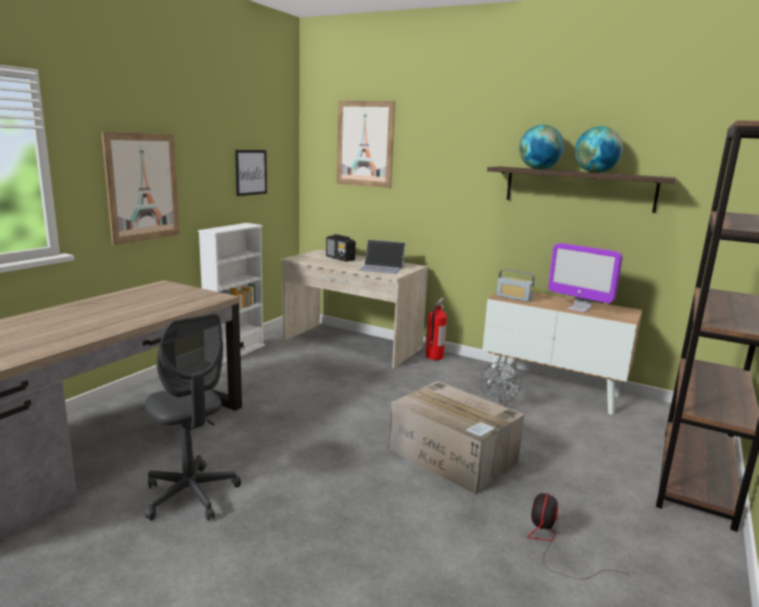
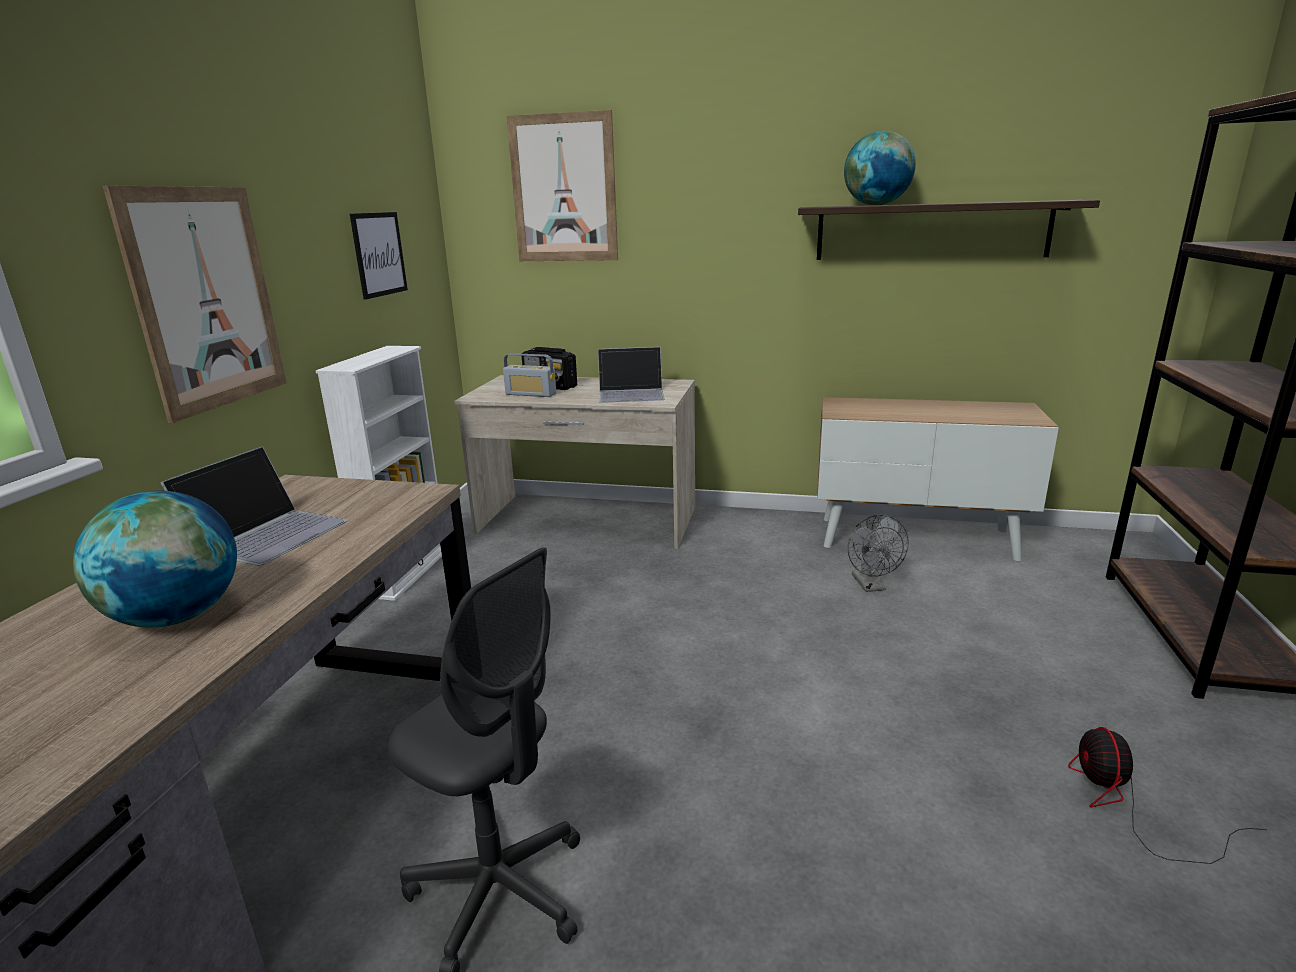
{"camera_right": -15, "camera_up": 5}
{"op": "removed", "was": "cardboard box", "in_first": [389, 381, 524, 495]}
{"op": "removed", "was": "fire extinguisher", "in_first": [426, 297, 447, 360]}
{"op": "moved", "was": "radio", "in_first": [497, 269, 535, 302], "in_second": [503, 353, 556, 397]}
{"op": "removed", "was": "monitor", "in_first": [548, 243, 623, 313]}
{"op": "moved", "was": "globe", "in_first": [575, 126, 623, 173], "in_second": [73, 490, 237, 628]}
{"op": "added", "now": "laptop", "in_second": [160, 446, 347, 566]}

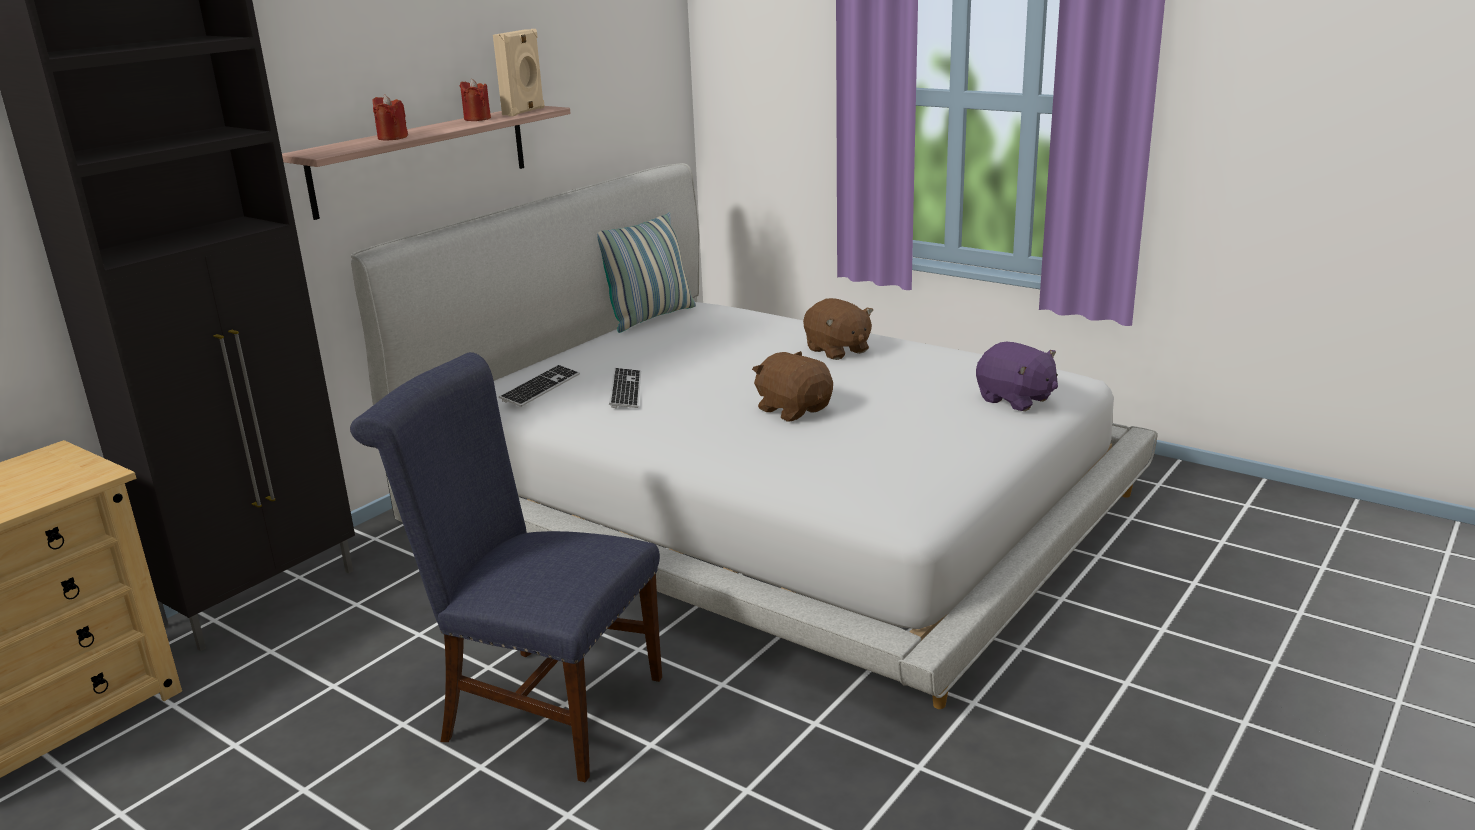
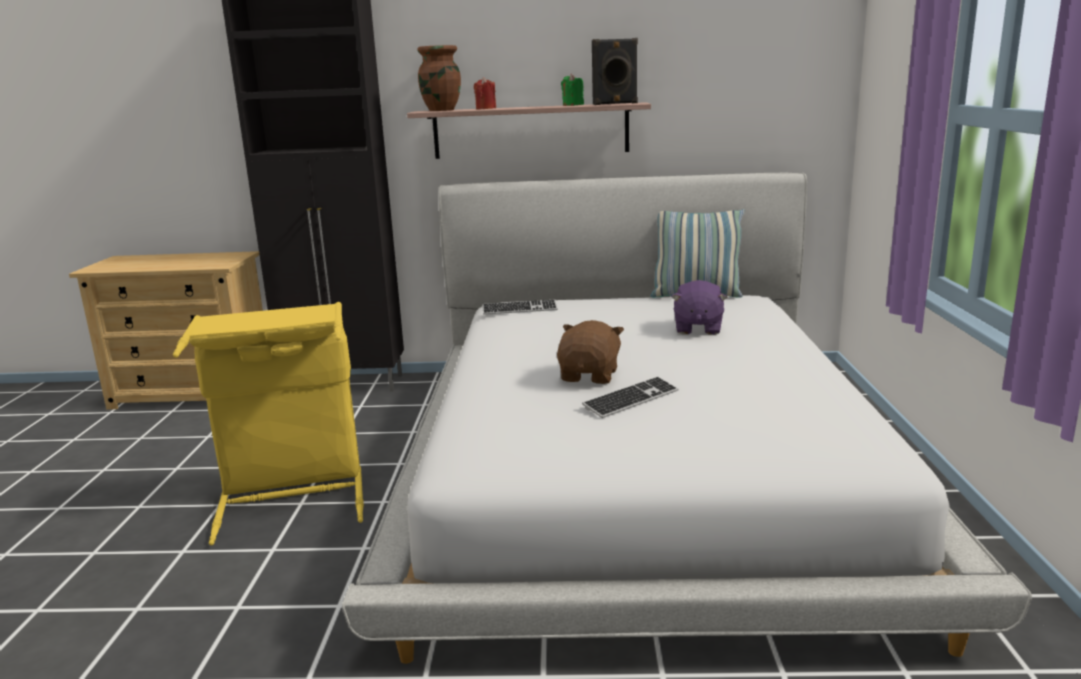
{"camera_right": 55, "camera_up": -5}
{"op": "replaced", "was": "chair in blue", "now": "laundry basket in yellow", "in_first": [350, 352, 662, 782], "in_second": [173, 302, 364, 545]}
{"op": "recoloured", "was": "candle in red", "now": "candle in green", "in_first": [460, 79, 491, 121], "in_second": [561, 74, 584, 106]}
{"op": "recoloured", "was": "speaker in beige", "now": "speaker in black", "in_first": [493, 29, 545, 116], "in_second": [592, 38, 638, 105]}
{"op": "moved", "was": "keyboard", "in_first": [609, 368, 641, 408], "in_second": [582, 376, 678, 418]}
{"op": "removed", "was": "plush toy in brown", "in_first": [803, 298, 873, 360]}
{"op": "moved", "was": "plush toy in purple", "in_first": [976, 342, 1058, 411], "in_second": [671, 280, 728, 335]}
{"op": "added", "now": "vase in brown", "in_second": [417, 45, 461, 111]}

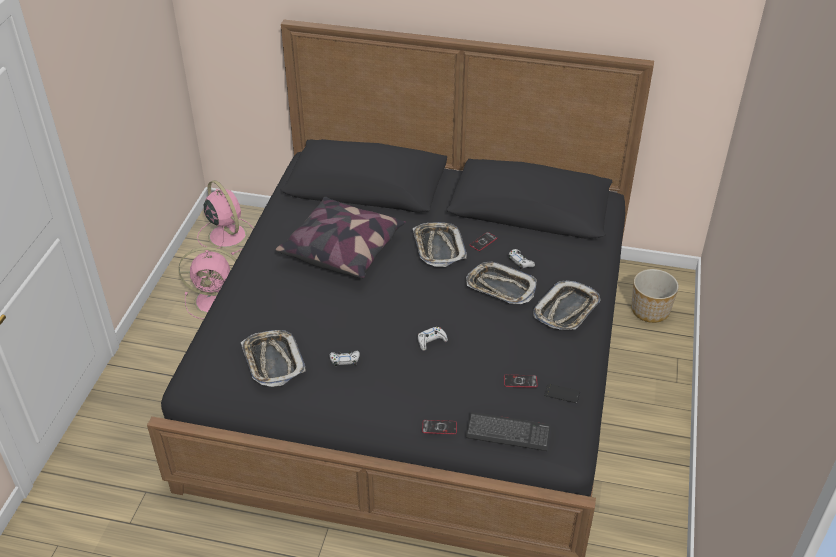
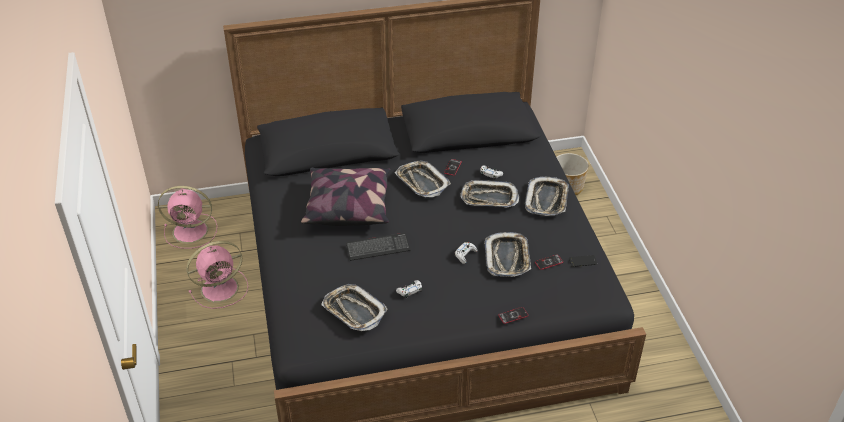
{"camera_right": -25, "camera_up": 0}
{"op": "turned", "was": "fan in pink", "in_first": [197, 180, 254, 255], "in_second": [158, 186, 217, 249], "clockwise": 150}
{"op": "moved", "was": "keyboard", "in_first": [466, 412, 551, 451], "in_second": [346, 233, 410, 261]}
{"op": "added", "now": "tray", "in_second": [485, 232, 531, 277]}

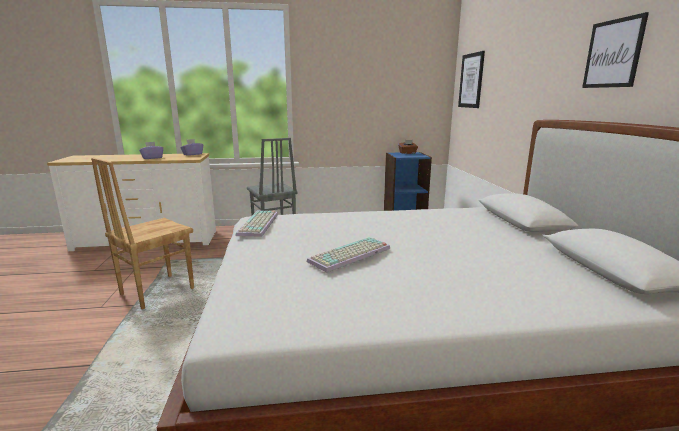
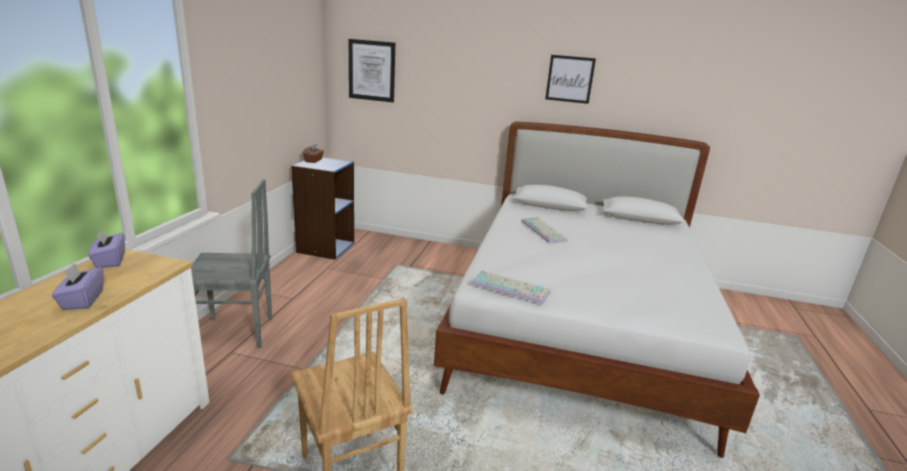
{"camera_right": -70, "camera_up": 5}
{"op": "moved", "was": "keyboard", "in_first": [307, 237, 390, 272], "in_second": [521, 217, 567, 243]}

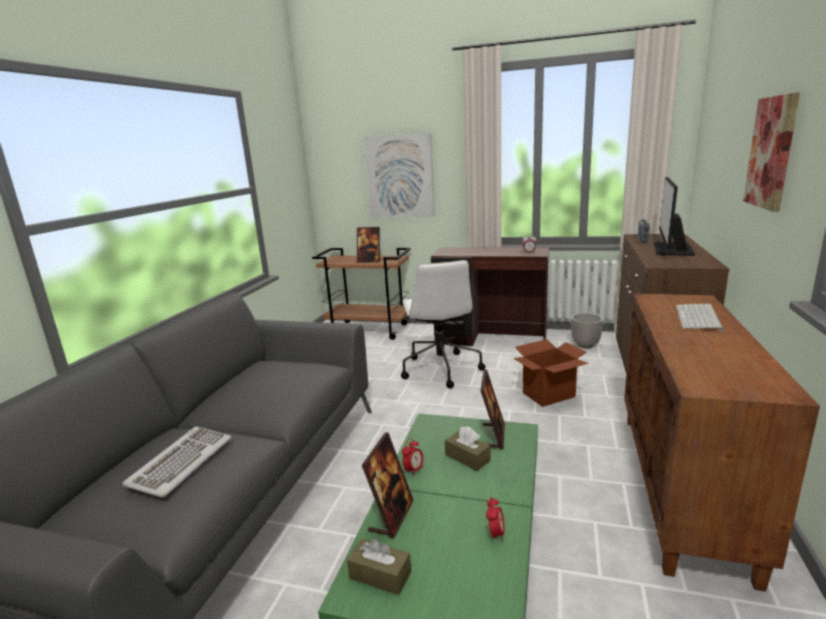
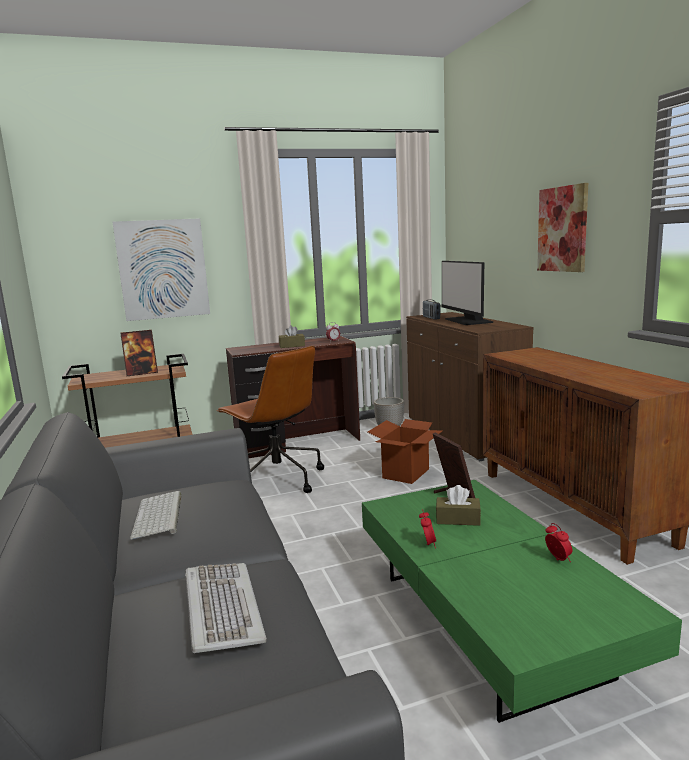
{"camera_right": -35, "camera_up": -5}
{"op": "moved", "was": "tissue box in brown", "in_first": [347, 538, 411, 595], "in_second": [279, 325, 305, 348]}
{"op": "removed", "was": "picture frame", "in_first": [362, 432, 413, 539]}
{"op": "recoloured", "was": "office chair in white", "now": "office chair in brown", "in_first": [401, 260, 486, 388], "in_second": [217, 346, 324, 493]}
{"op": "moved", "was": "keyboard", "in_first": [676, 304, 724, 332], "in_second": [130, 491, 182, 540]}

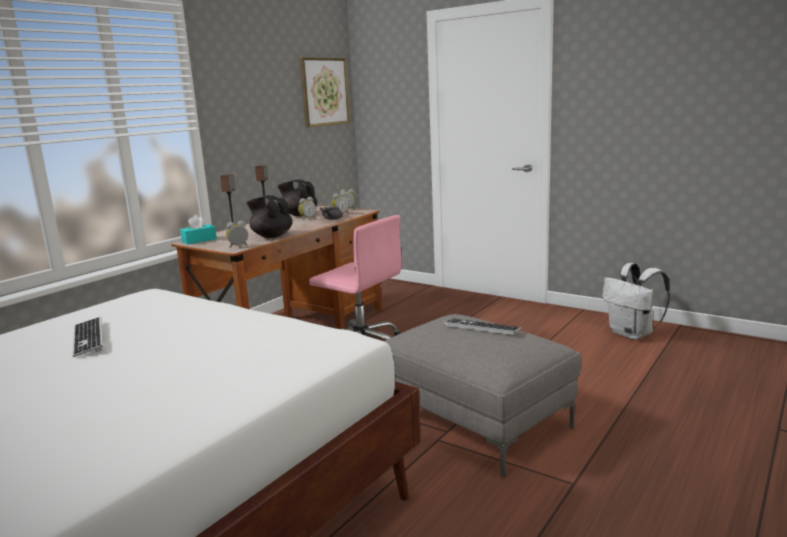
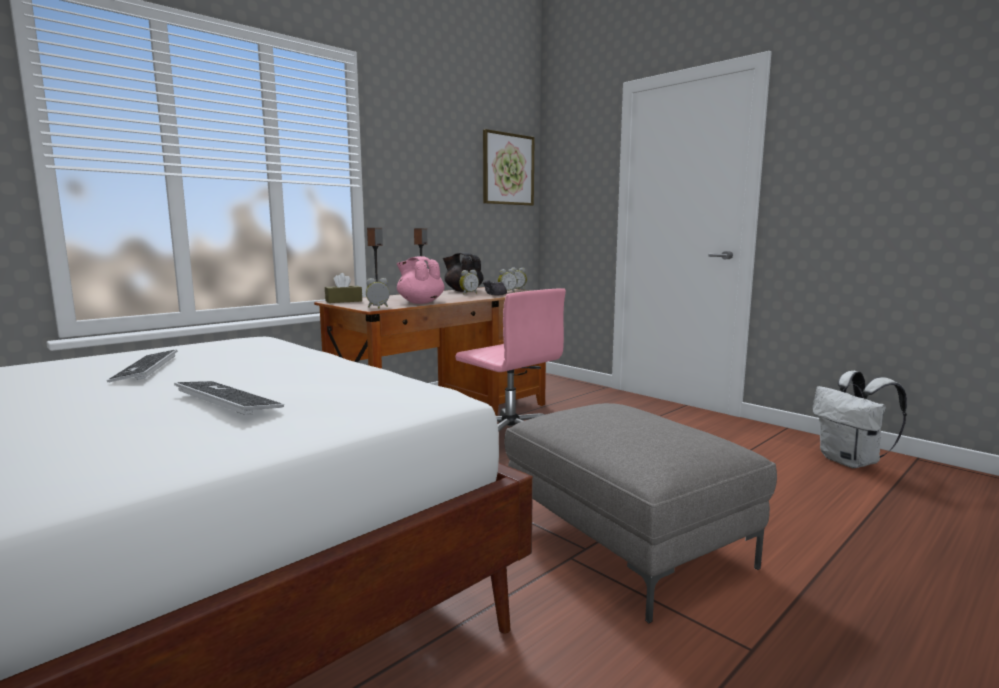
{"camera_right": 10, "camera_up": -5}
{"op": "recoloured", "was": "tissue box in turquoise", "now": "tissue box in brown", "in_first": [180, 215, 217, 244], "in_second": [325, 273, 362, 303]}
{"op": "recoloured", "was": "teapot in black", "now": "teapot in pink", "in_first": [246, 195, 293, 238], "in_second": [397, 256, 445, 304]}
{"op": "moved", "was": "keyboard", "in_first": [444, 318, 521, 335], "in_second": [174, 381, 284, 415]}

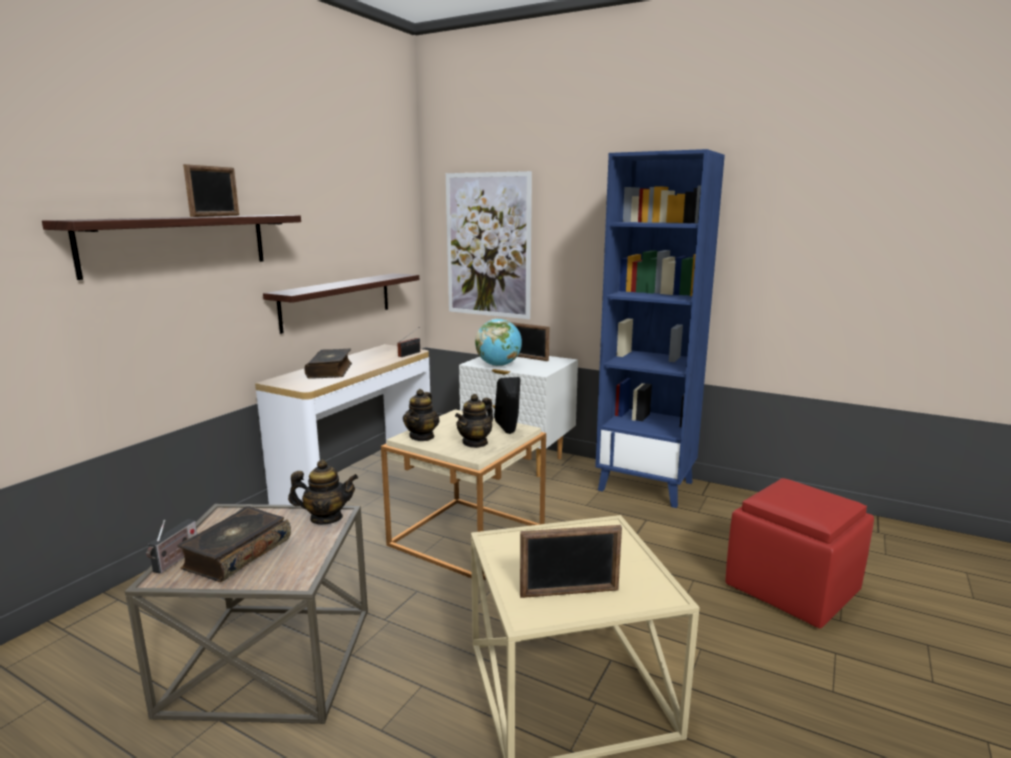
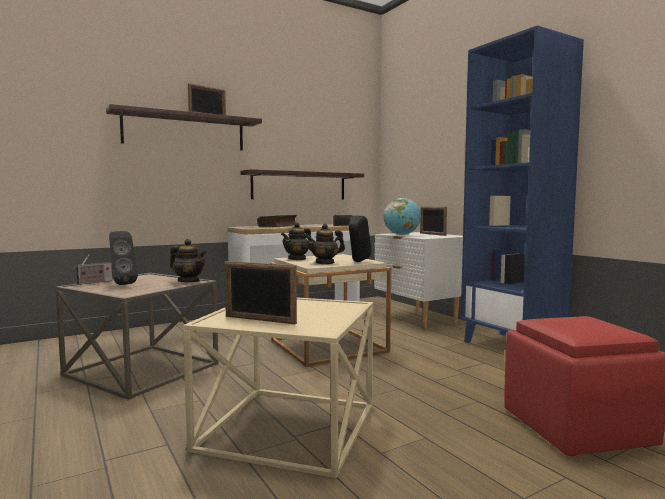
{"camera_right": 30, "camera_up": -10}
{"op": "replaced", "was": "book", "now": "speaker in black", "in_first": [177, 506, 291, 582], "in_second": [109, 231, 138, 285]}
{"op": "removed", "was": "picture", "in_first": [446, 171, 532, 319]}

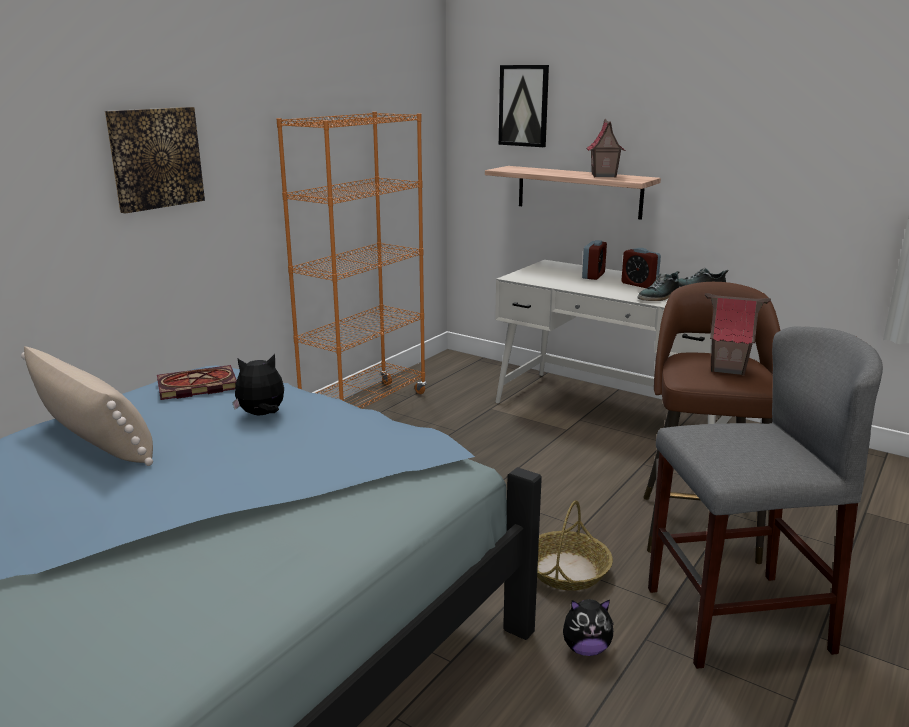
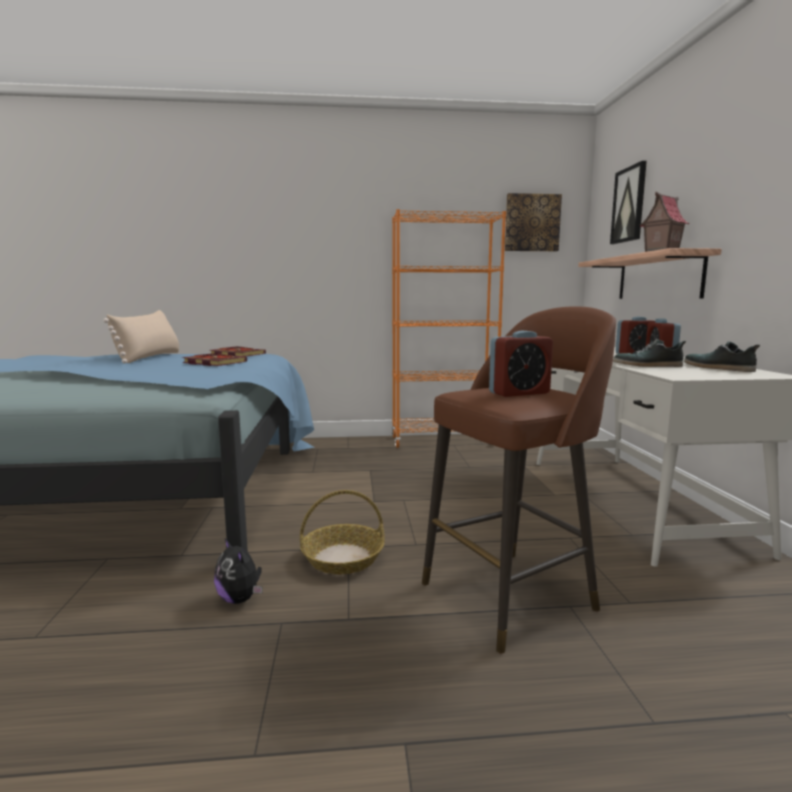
{"camera_right": 50, "camera_up": -10}
{"op": "moved", "was": "picture", "in_first": [105, 107, 205, 213], "in_second": [505, 193, 562, 251]}
{"op": "replaced", "was": "plush toy", "now": "book", "in_first": [232, 354, 284, 415], "in_second": [182, 353, 247, 366]}
{"op": "removed", "was": "stool in grey", "in_first": [648, 326, 883, 669]}
{"op": "replaced", "was": "toy house", "now": "alarm clock", "in_first": [705, 293, 771, 376], "in_second": [489, 330, 553, 397]}

